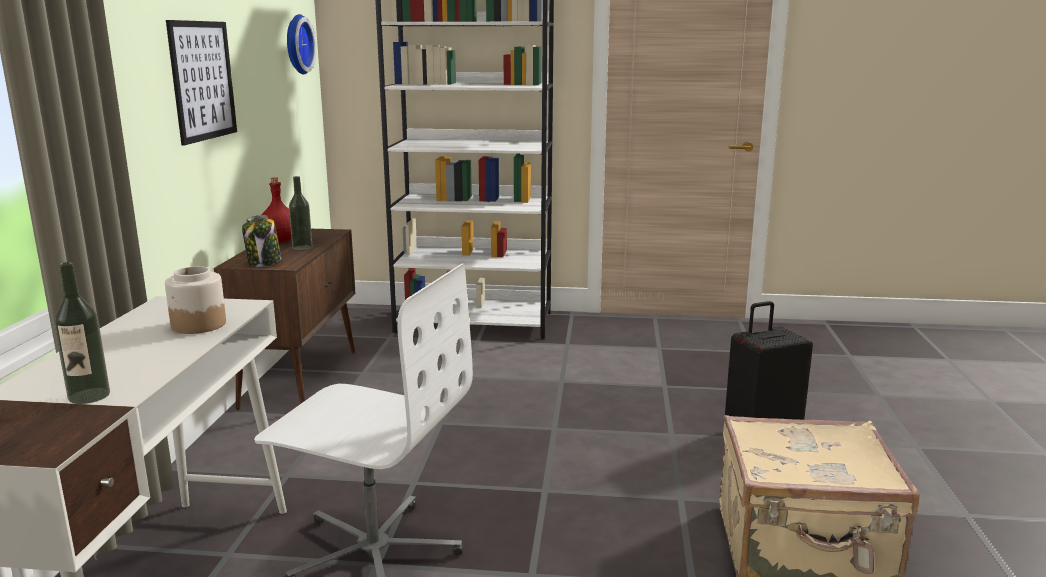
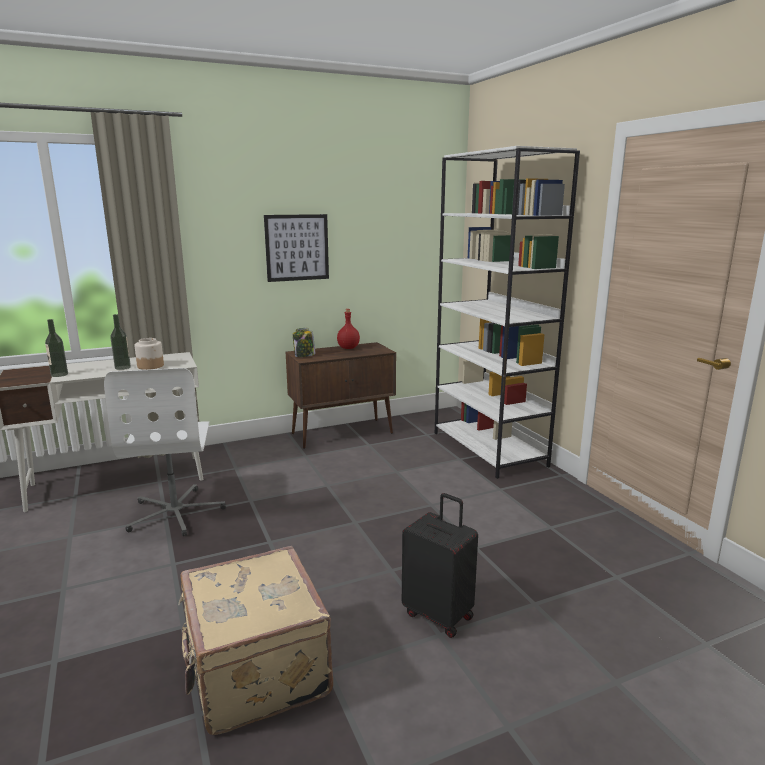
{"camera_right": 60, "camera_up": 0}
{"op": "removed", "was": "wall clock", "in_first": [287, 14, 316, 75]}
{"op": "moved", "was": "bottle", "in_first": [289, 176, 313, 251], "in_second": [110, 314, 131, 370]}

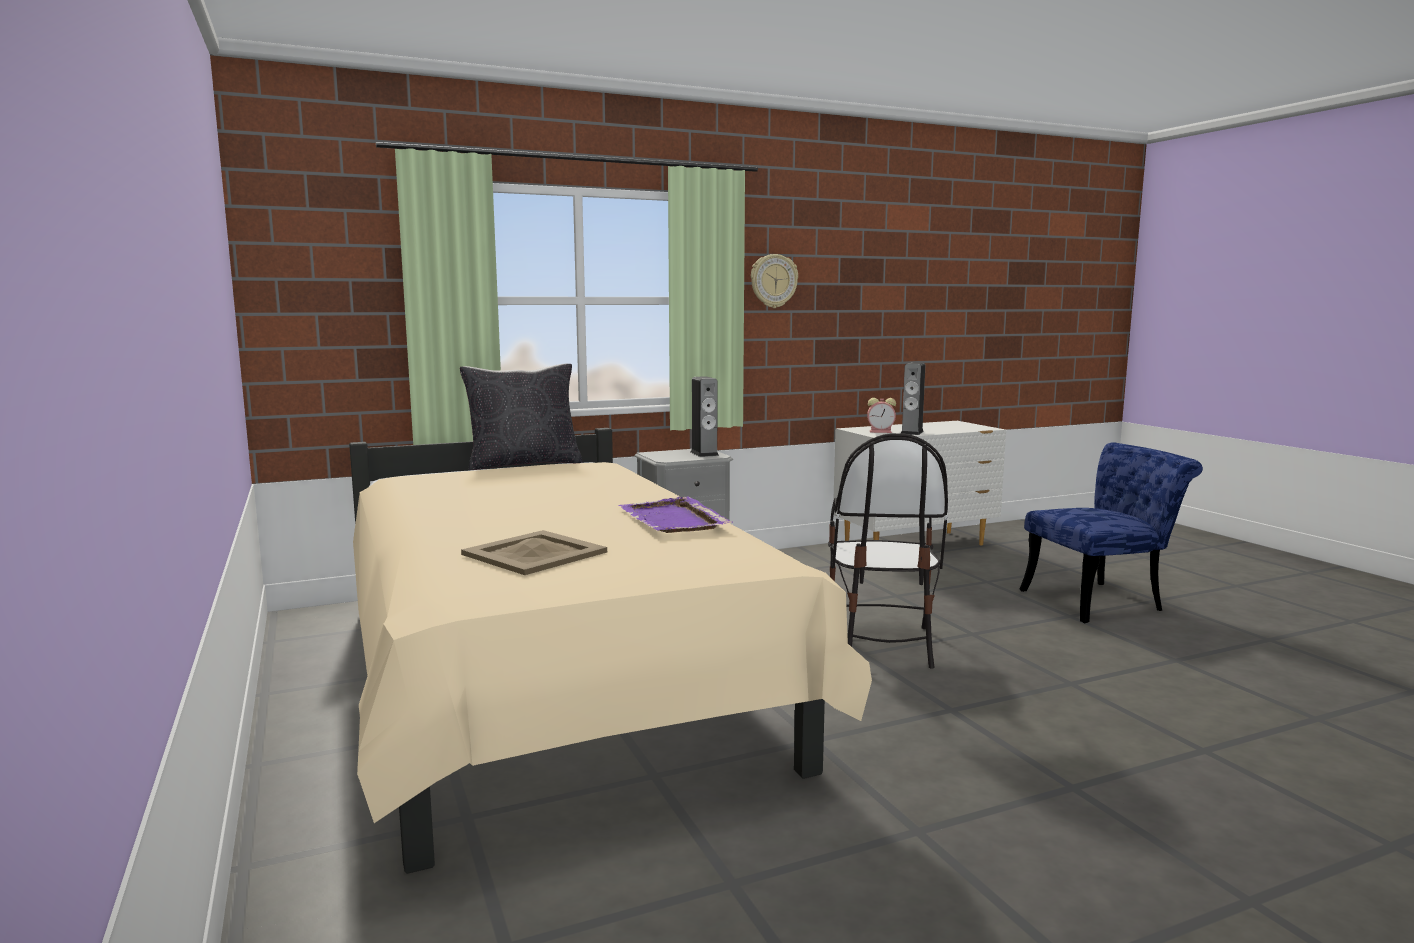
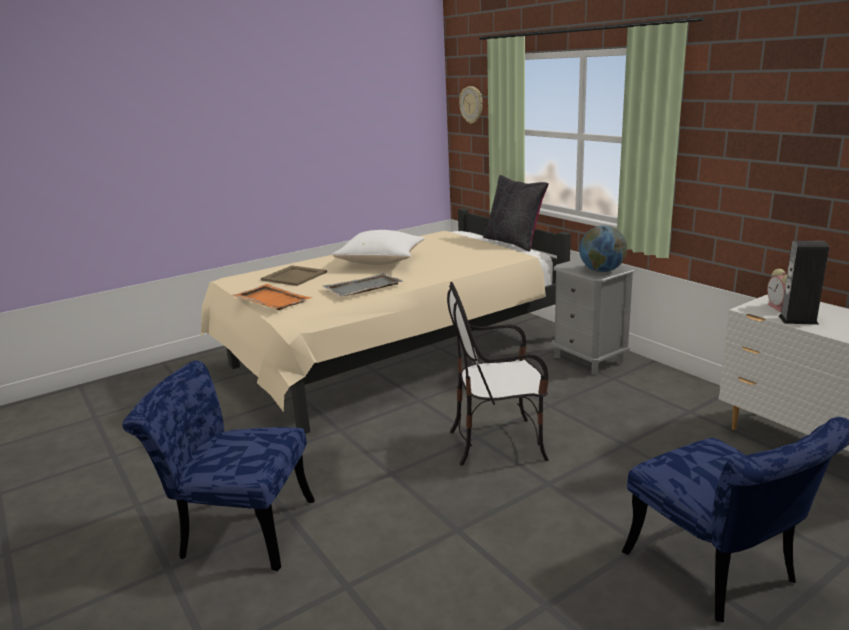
{"camera_right": 80, "camera_up": 10}
{"op": "recoloured", "was": "tray in purple", "now": "tray in grey", "in_first": [618, 496, 733, 533], "in_second": [323, 273, 403, 296]}
{"op": "replaced", "was": "speaker", "now": "globe", "in_first": [691, 376, 719, 457], "in_second": [579, 226, 627, 272]}
{"op": "moved", "was": "wall clock", "in_first": [751, 254, 798, 308], "in_second": [459, 86, 483, 124]}
{"op": "added", "now": "chair in blue", "in_second": [123, 360, 315, 571]}
{"op": "added", "now": "tray in orange", "in_second": [232, 284, 313, 310]}
{"op": "added", "now": "pillow in white", "in_second": [332, 230, 425, 265]}

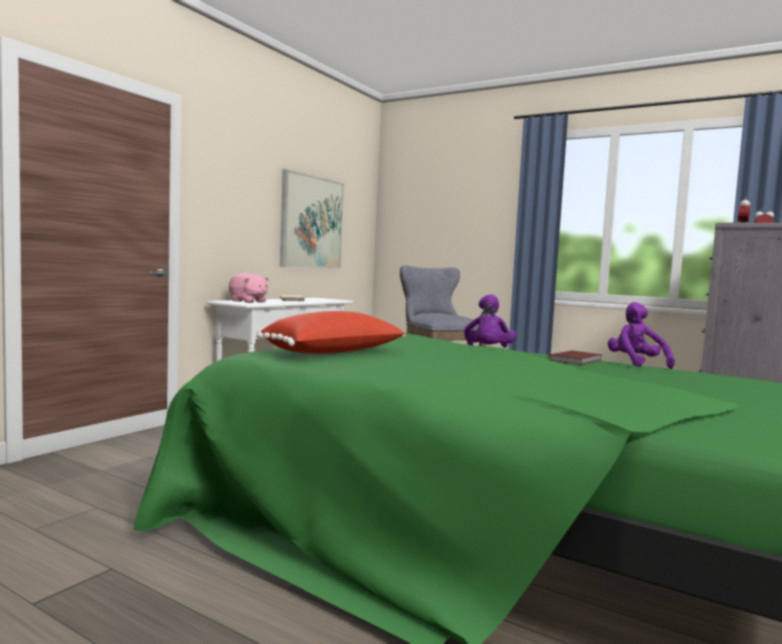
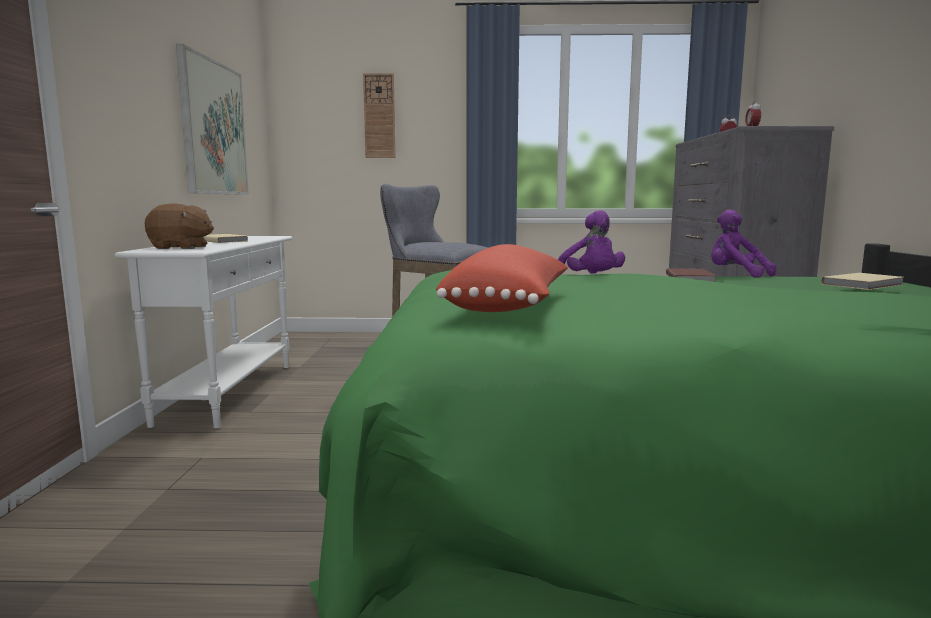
{"camera_right": -30, "camera_up": 5}
{"op": "recoloured", "was": "plush toy in pink", "now": "plush toy in brown", "in_first": [229, 273, 269, 303], "in_second": [145, 203, 214, 249]}
{"op": "added", "now": "wall clock", "in_second": [363, 73, 396, 158]}
{"op": "added", "now": "book in beige", "in_second": [821, 273, 904, 290]}

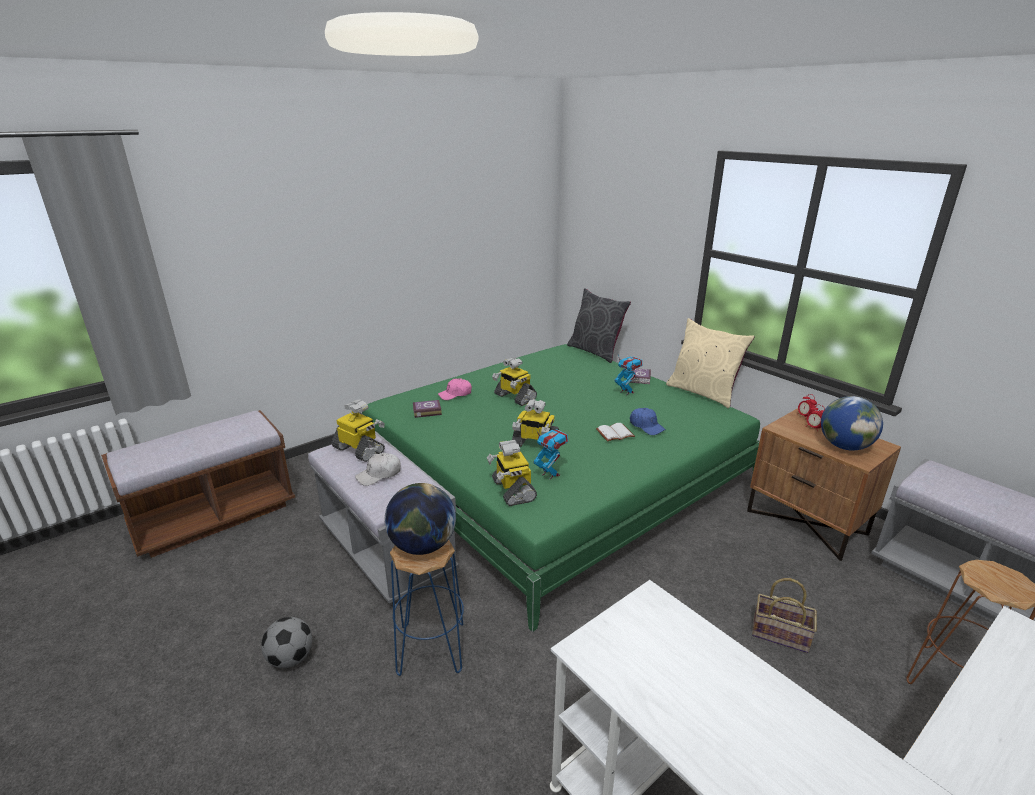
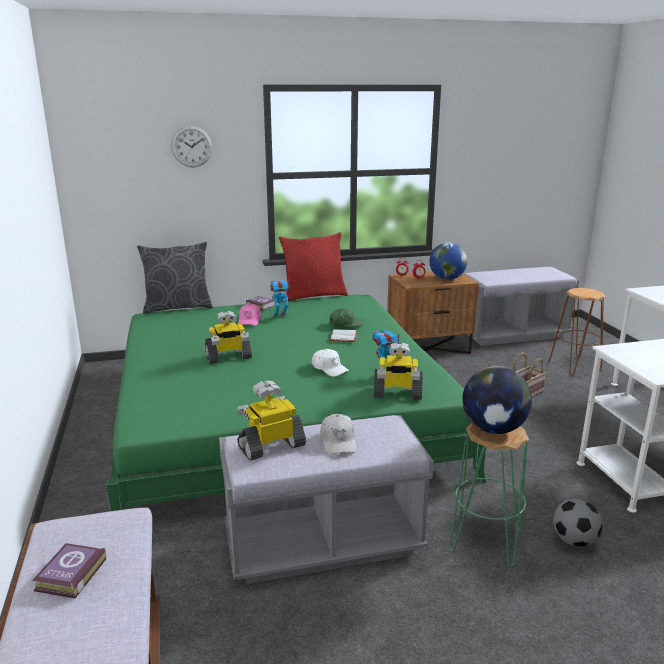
{"camera_right": -65, "camera_up": -5}
{"op": "moved", "was": "football", "in_first": [261, 617, 312, 668], "in_second": [553, 499, 602, 547]}
{"op": "recoloured", "was": "stool in blue", "now": "stool in green", "in_first": [390, 540, 464, 676], "in_second": [449, 423, 529, 567]}
{"op": "moved", "was": "book", "in_first": [413, 400, 442, 418], "in_second": [32, 543, 106, 598]}
{"op": "moved", "was": "cap in pink", "in_first": [438, 378, 472, 400], "in_second": [238, 304, 261, 326]}
{"op": "replaced", "was": "toy robot", "now": "cap in white", "in_first": [512, 399, 559, 447], "in_second": [312, 349, 349, 377]}
{"op": "recoloured", "was": "cap in blue", "now": "cap in green", "in_first": [630, 408, 666, 435], "in_second": [329, 308, 364, 327]}
{"op": "recoloured", "was": "pillow in beige", "now": "pillow in red", "in_first": [666, 318, 755, 408], "in_second": [279, 232, 348, 301]}
{"op": "added", "now": "wall clock", "in_second": [171, 126, 212, 168]}

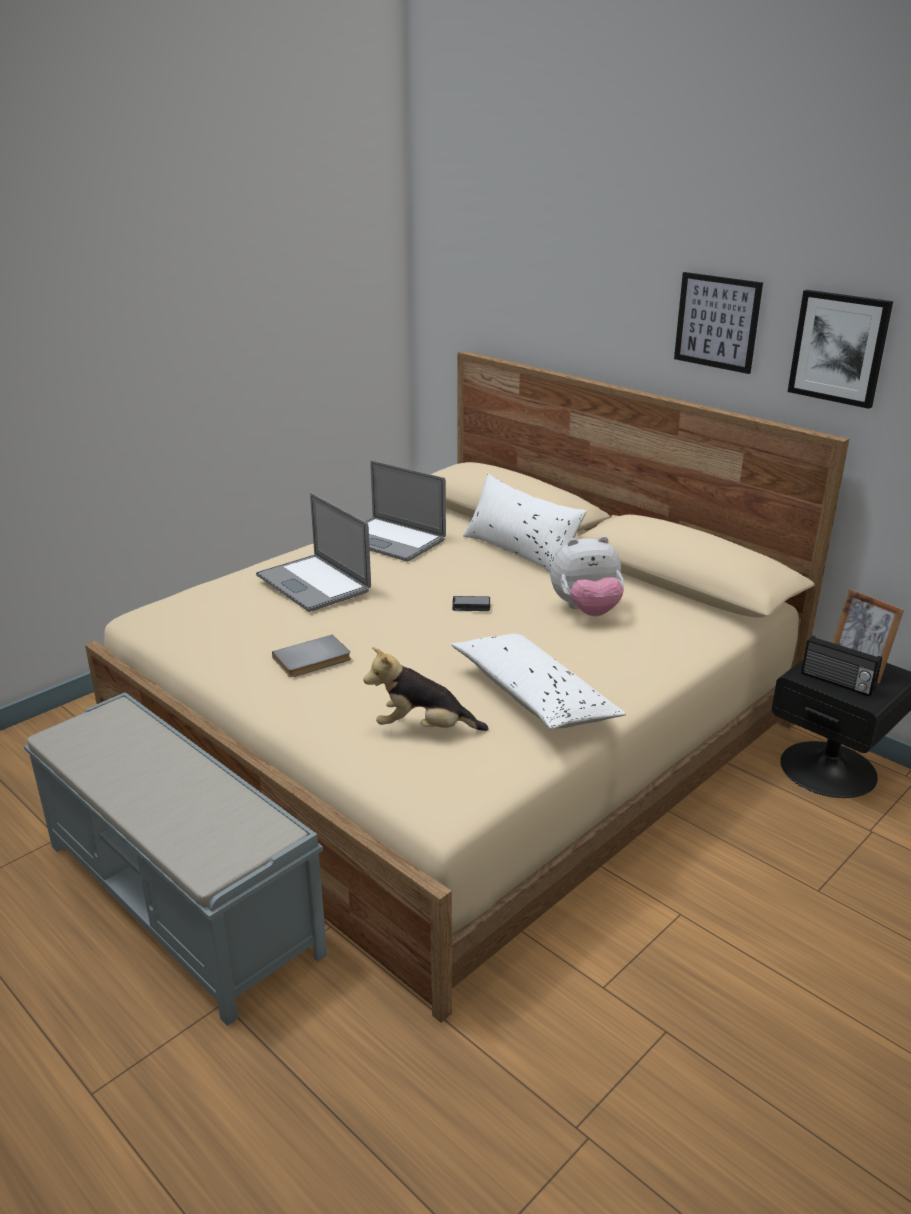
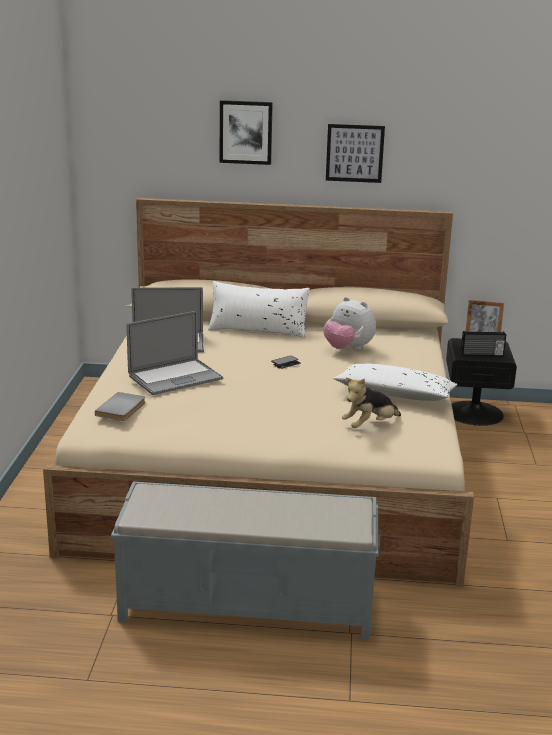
{"camera_right": -40, "camera_up": -5}
{"op": "turned", "was": "laptop", "in_first": [256, 493, 371, 612], "in_second": [126, 311, 223, 395], "clockwise": -45}
{"op": "moved", "was": "book in grey", "in_first": [272, 635, 351, 677], "in_second": [95, 392, 145, 421]}
{"op": "turned", "was": "plush toy", "in_first": [550, 536, 624, 616], "in_second": [323, 297, 376, 350], "clockwise": 90}
{"op": "moved", "was": "picture", "in_first": [788, 290, 893, 409], "in_second": [220, 100, 273, 165]}

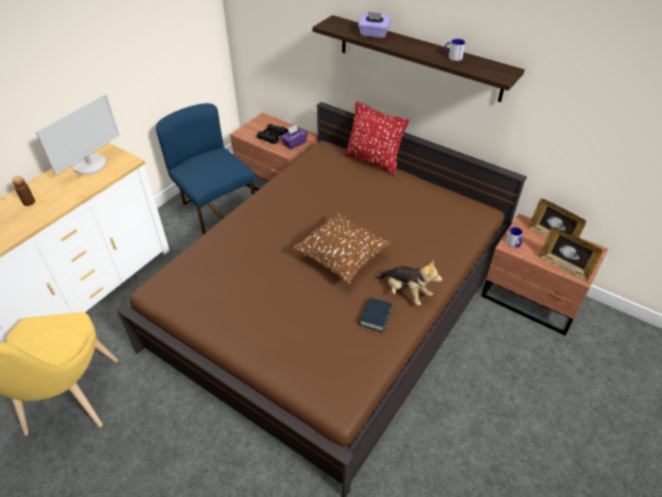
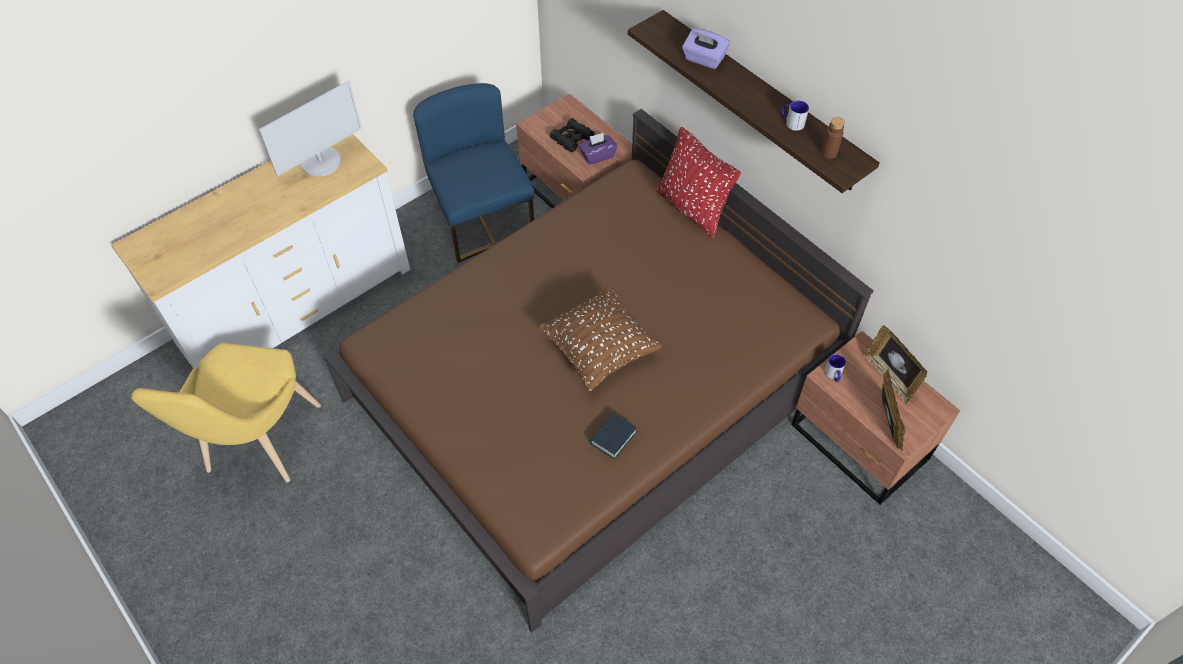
{"camera_right": 15, "camera_up": 10}
{"op": "moved", "was": "bottle in brown", "in_first": [12, 176, 35, 206], "in_second": [821, 117, 845, 159]}
{"op": "removed", "was": "plush toy", "in_first": [375, 259, 442, 305]}
{"op": "turned", "was": "picture frame", "in_first": [539, 227, 603, 282], "in_second": [882, 369, 905, 451], "clockwise": -150}

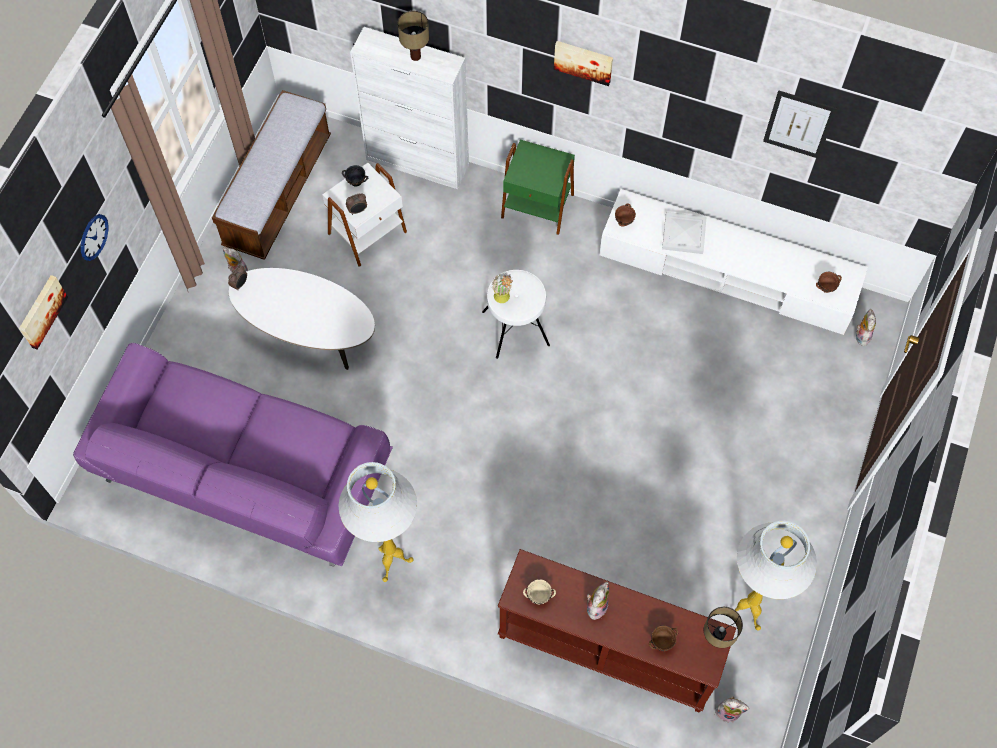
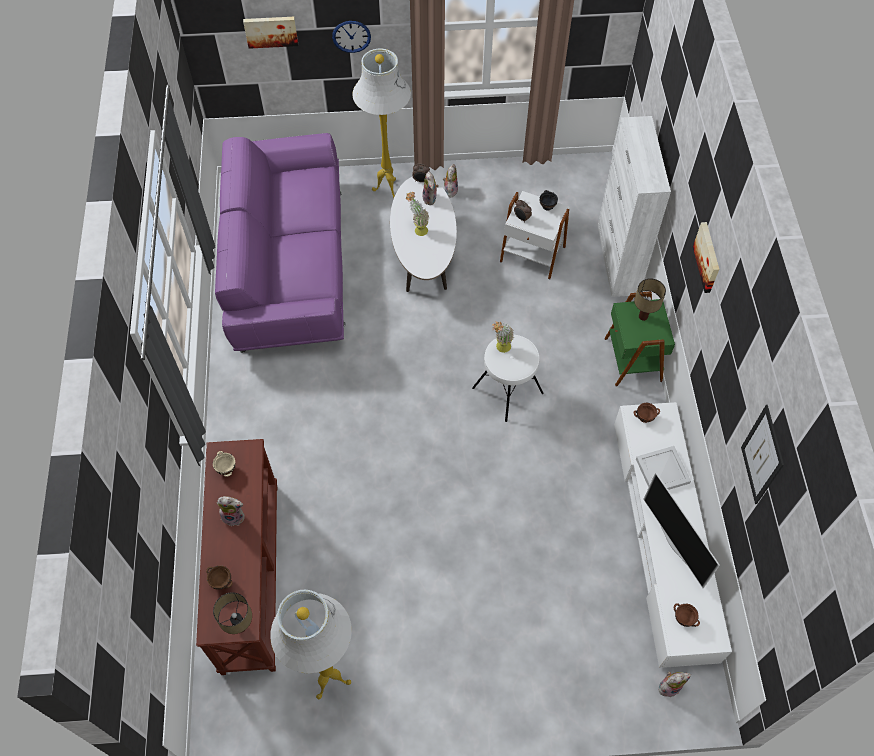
{"camera_right": 65, "camera_up": -5}
{"op": "removed", "was": "bench", "in_first": [212, 90, 331, 260]}
{"op": "moved", "was": "floor lamp in white", "in_first": [339, 462, 417, 582], "in_second": [352, 48, 411, 198]}
{"op": "moved", "was": "table lamp", "in_first": [398, 11, 429, 61], "in_second": [634, 278, 666, 321]}
{"op": "moved", "was": "plush toy", "in_first": [715, 696, 750, 723], "in_second": [422, 171, 439, 205]}
{"op": "added", "now": "potted plant", "in_second": [406, 192, 429, 236]}
{"op": "added", "now": "television", "in_second": [643, 472, 720, 588]}

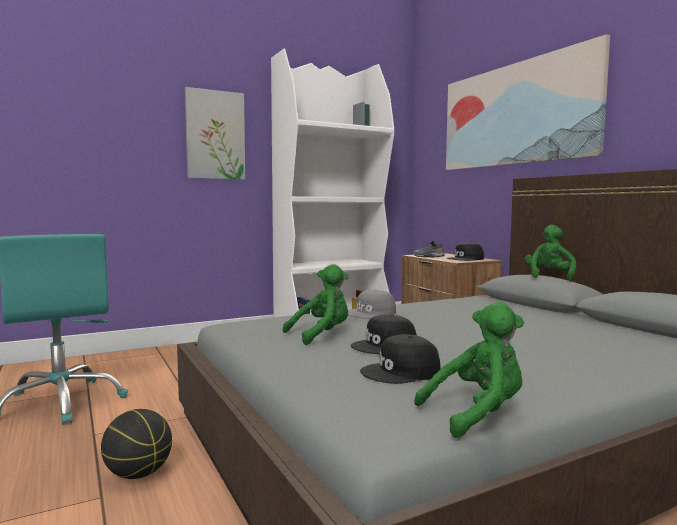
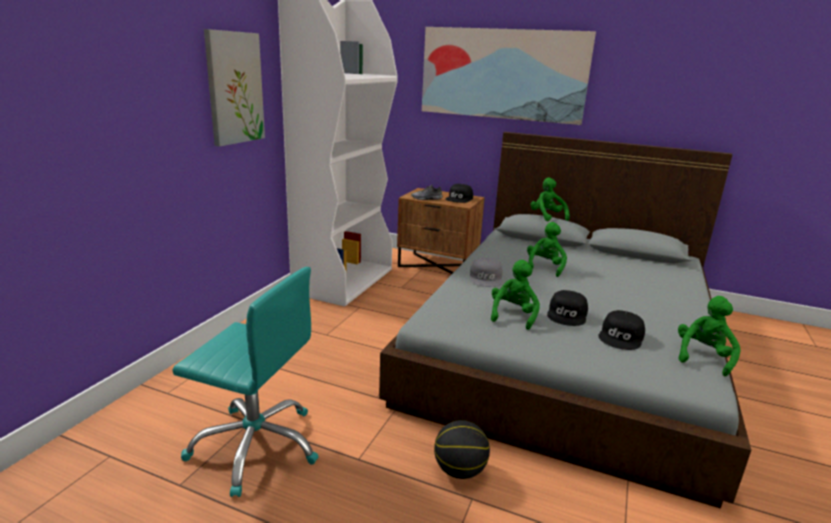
{"camera_right": -40, "camera_up": 15}
{"op": "added", "now": "plush toy in green", "in_second": [527, 222, 567, 277]}

